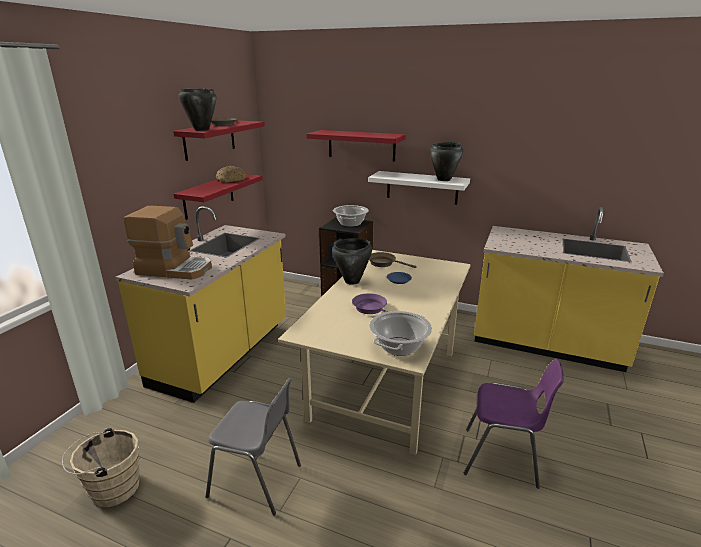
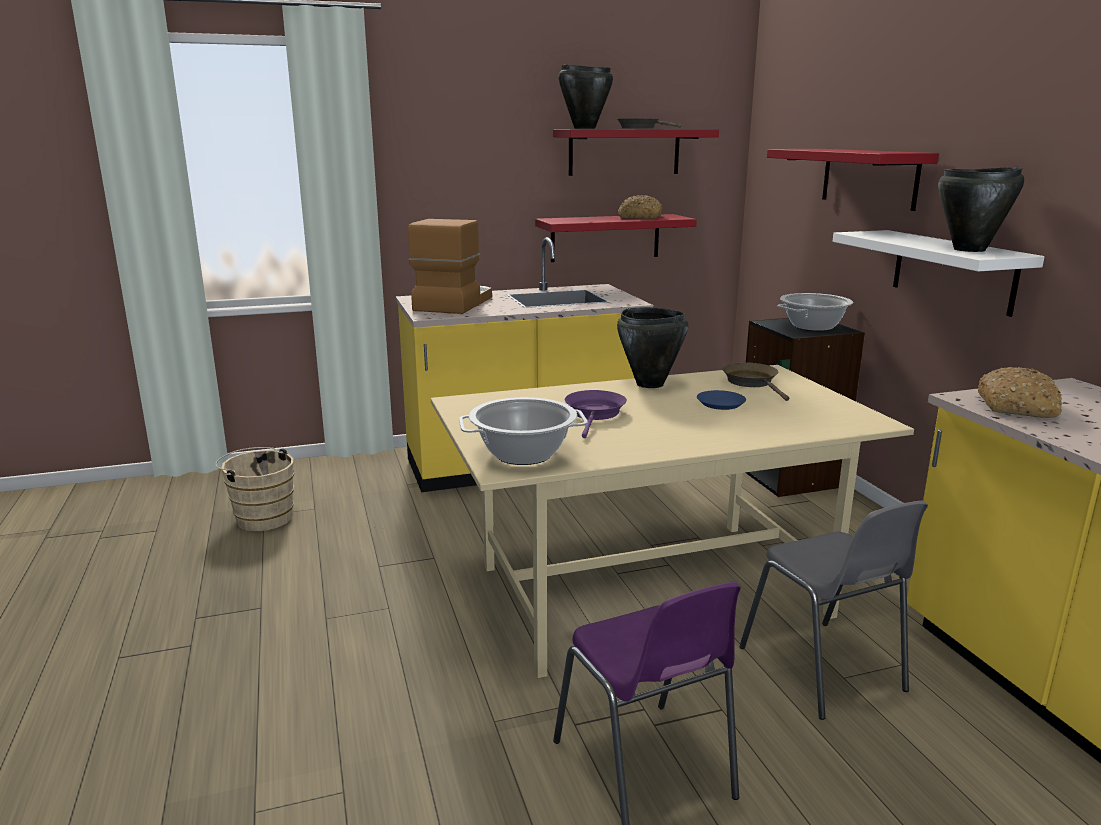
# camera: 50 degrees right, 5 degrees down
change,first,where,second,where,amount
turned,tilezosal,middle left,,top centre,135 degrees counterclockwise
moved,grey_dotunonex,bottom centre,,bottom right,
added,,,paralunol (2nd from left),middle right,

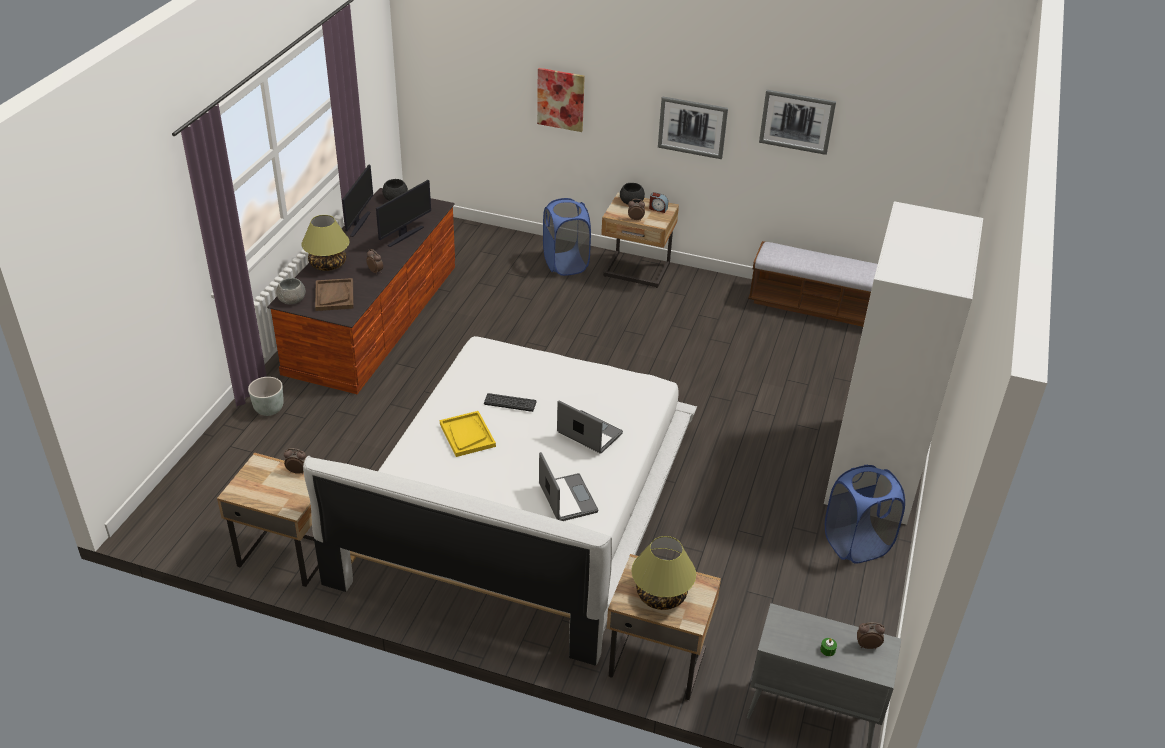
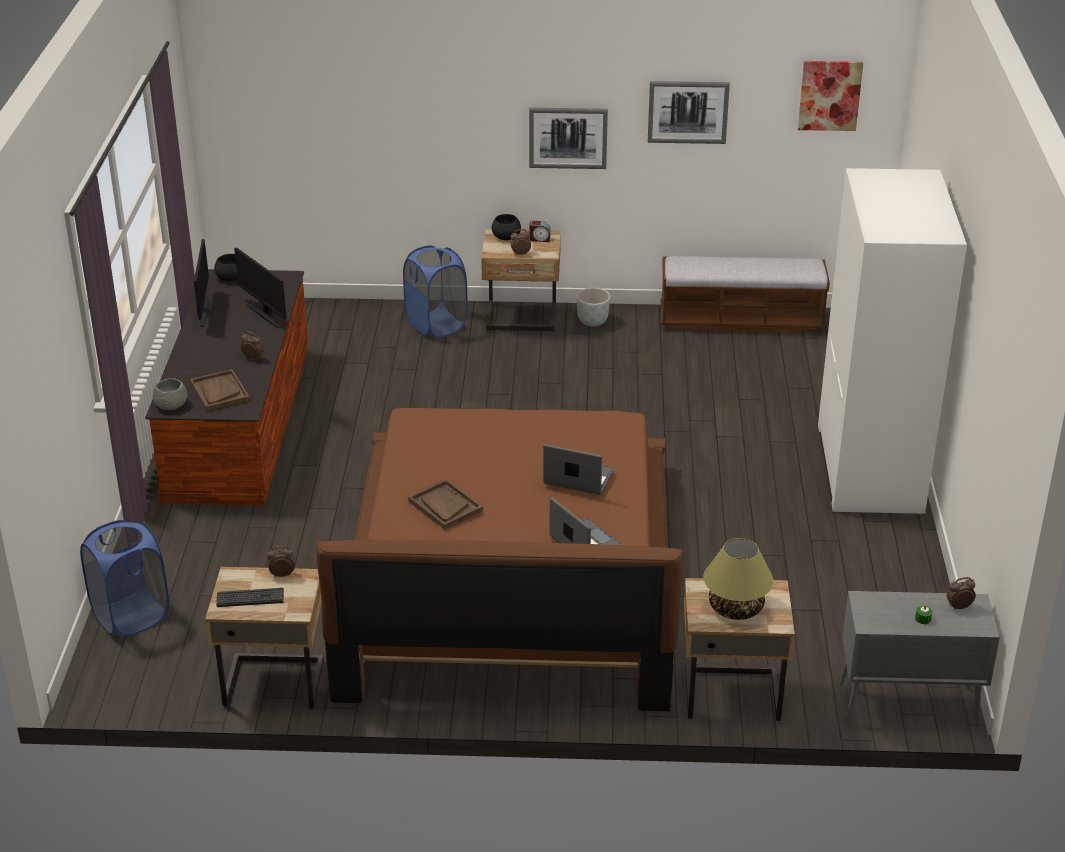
# camera: 15 degrees left, 5 degrees down
change,first,where,second,where,amount
moved,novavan (1st from left in the first image),top centre,novavan (3rd from left),top right,
turned,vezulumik (2nd from left),top centre,,middle left,120 degrees clockwise
removed,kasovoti (1st from left),top left,,,
recoloured,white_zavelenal,bottom centre,brown_zavelenal,centre,
moved,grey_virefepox,middle left,,centre,
moved,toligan,centre,,bottom left,
recoloured,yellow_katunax,centre,brown_katunax (2nd from left),centre,
moved,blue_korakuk (2nd from left in the first image),bottom right,blue_korakuk (1st from left),bottom left,

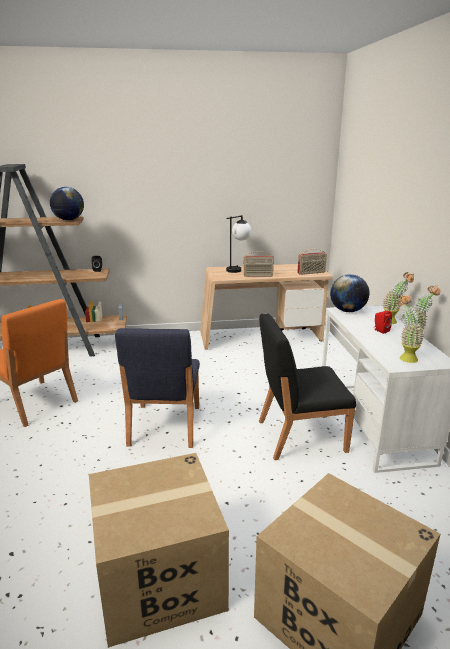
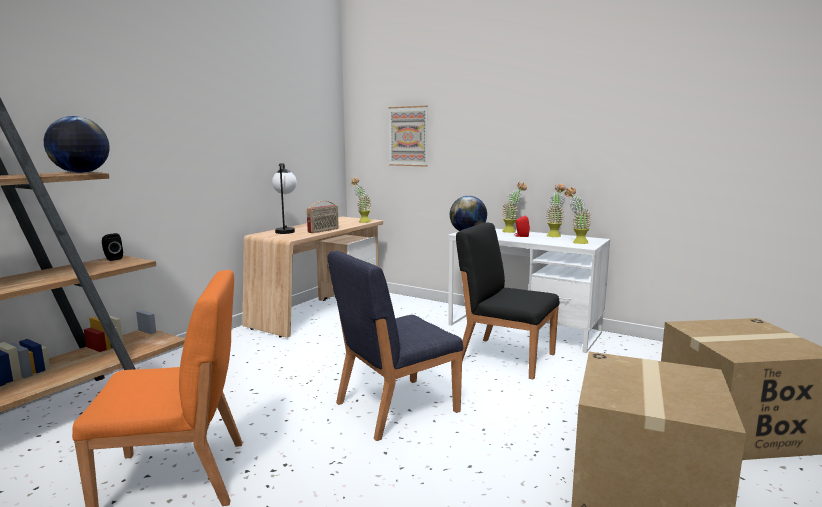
# camera: 50 degrees left, 10 degrees down
change,first,where,second,where,amount
replaced,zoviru (2nd from left),middle right,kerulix (1st from left),centre,
turned,black_dotunonex,middle right,,centre,90 degrees clockwise
turned,blue_dotunonex,centre,,bottom centre,105 degrees clockwise
added,,,novavan,top centre,

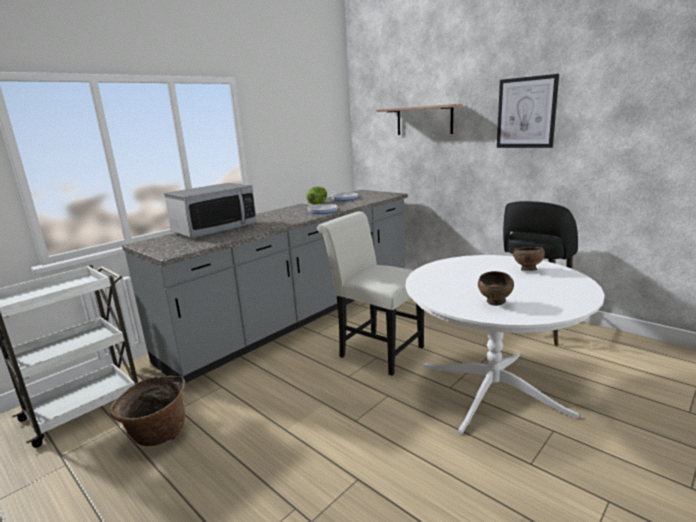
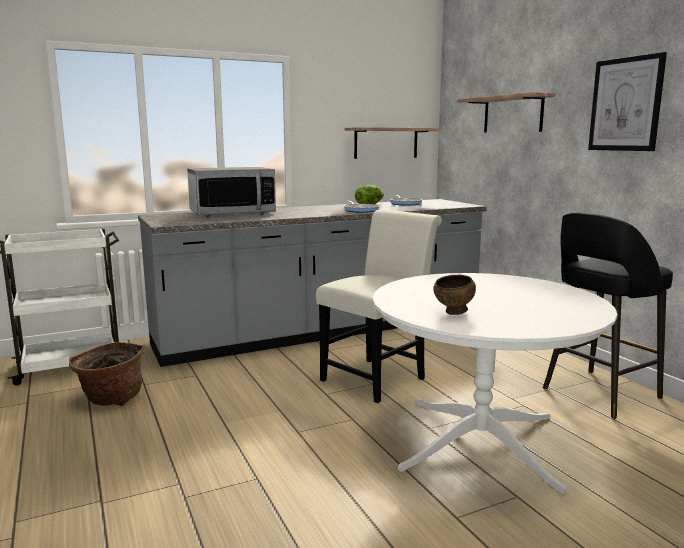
# camera: 20 degrees right, 5 degrees down
change,first,where,second,where,amount
turned,white_dotunonex,centre,,centre,75 degrees clockwise
removed,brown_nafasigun (2nd from left),middle right,,,
added,,,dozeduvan (1st from left),top centre,

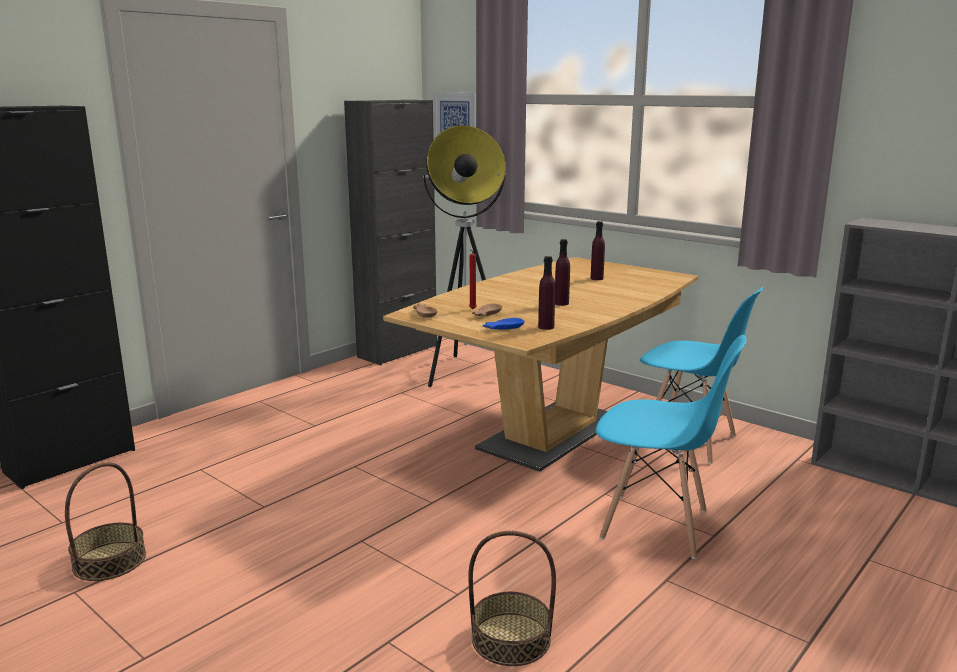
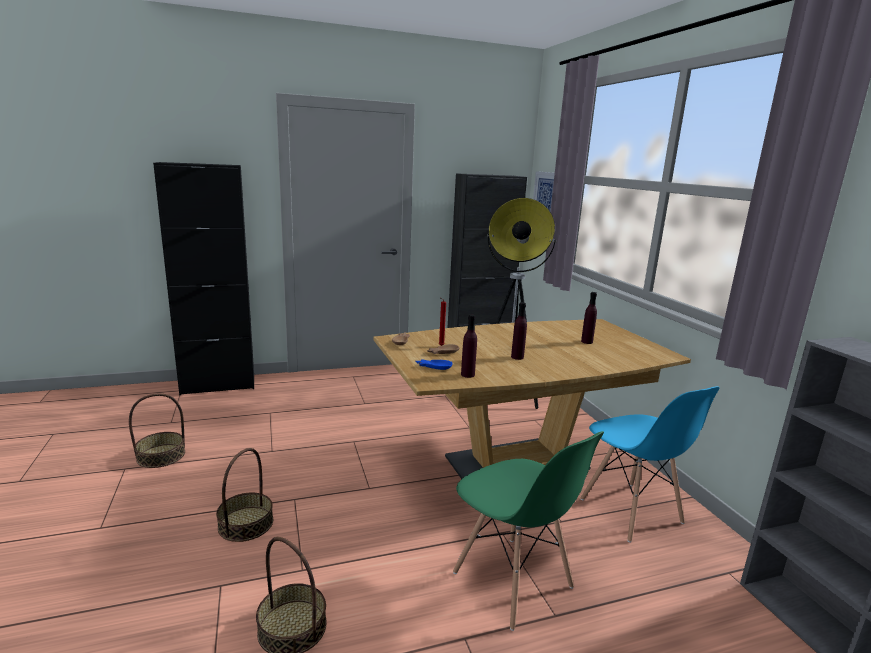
# camera: 30 degrees right, 0 degrees up
change,first,where,second,where,amount
recoloured,blue_dotunonex (1st from left),middle right,green_dotunonex,bottom centre,
added,,,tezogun (2nd from left),bottom left,

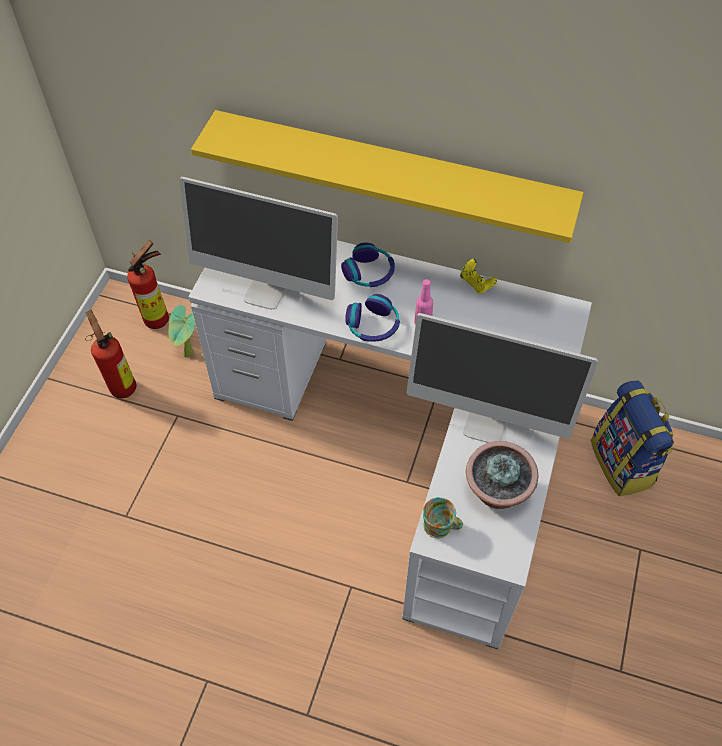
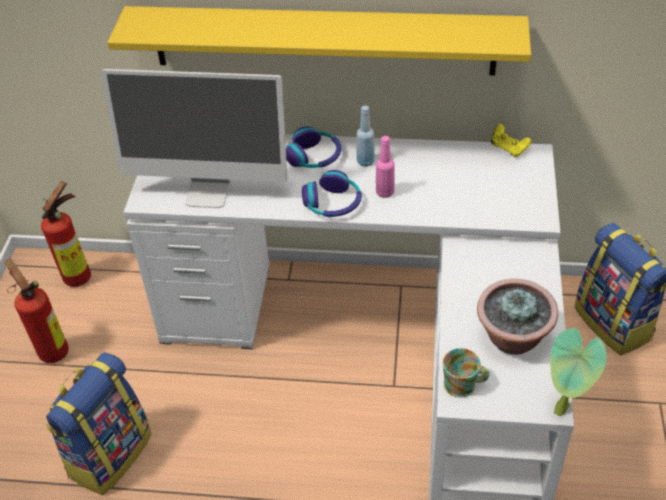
# camera: 10 degrees left, 10 degrees down
change,first,where,second,where,amount
moved,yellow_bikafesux,centre,,top right,
moved,kerulix (1st from left in the first image),middle left,kerulix (2nd from left),bottom right,
removed,vezulumik (2nd from left),middle right,,,
added,,,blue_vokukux,top centre,
added,,,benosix (1st from left),bottom left,

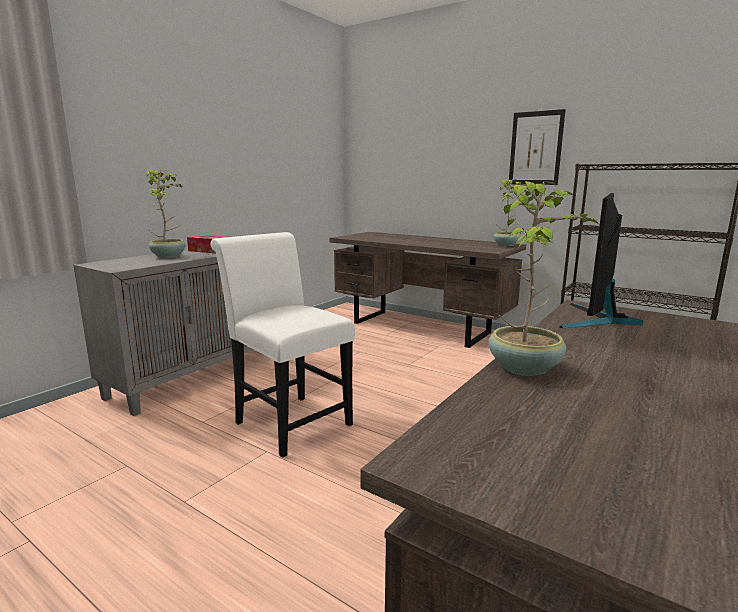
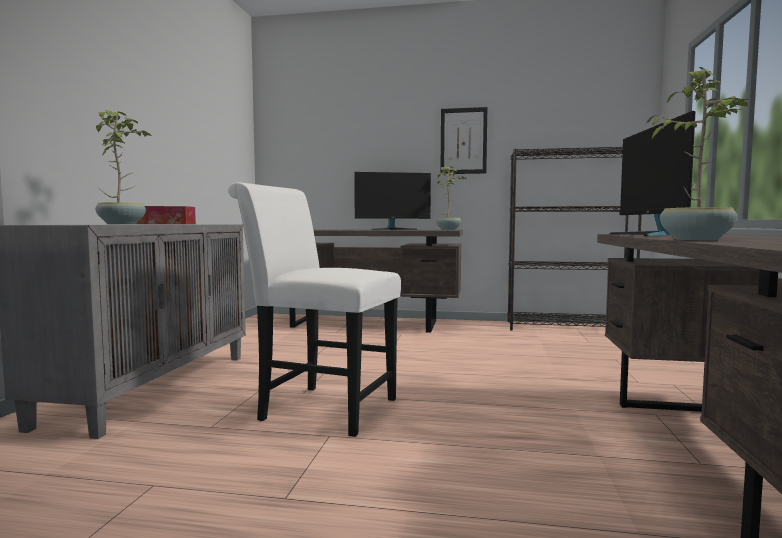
# camera: 25 degrees left, 10 degrees down
change,first,where,second,where,amount
added,,,vezulumik (1st from left),centre,

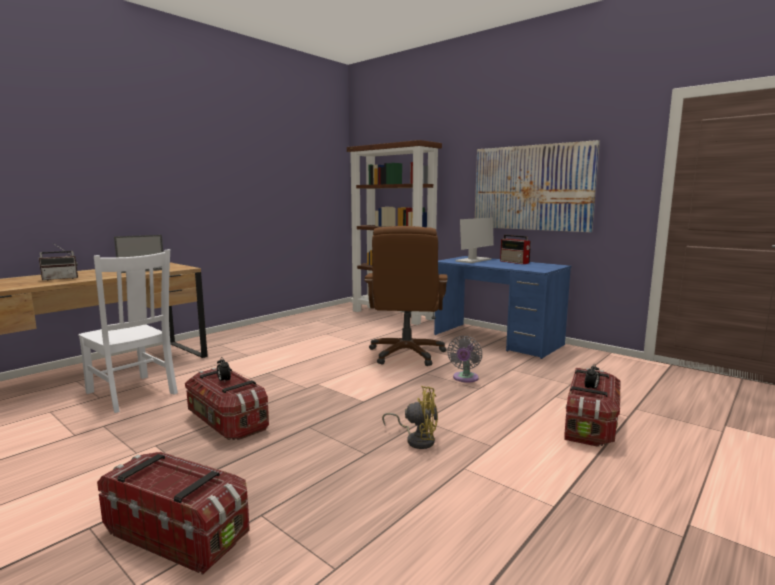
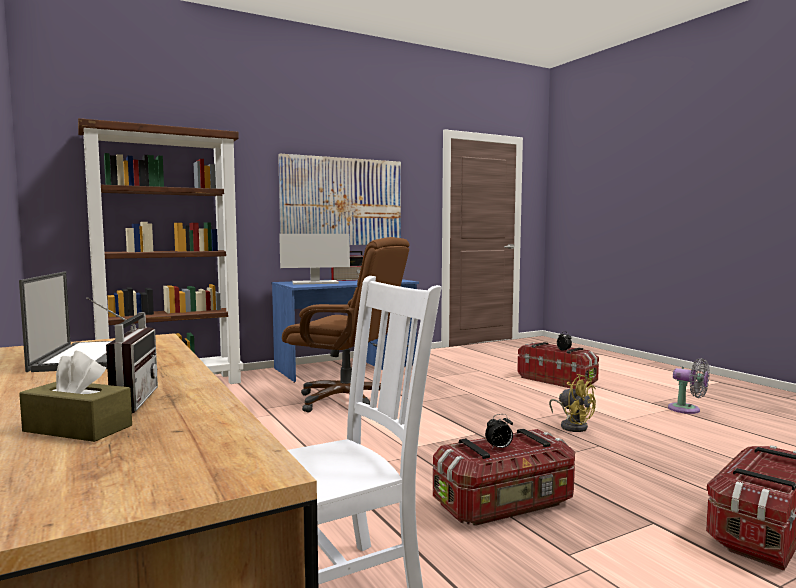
# camera: 70 degrees left, 5 degrees down
change,first,where,second,where,amount
turned,vezulumik,centre,,centre,105 degrees clockwise
moved,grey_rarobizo,centre,,middle right,
turned,yellow_rarobizo,bottom centre,,bottom right,105 degrees clockwise
added,,,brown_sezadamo,bottom left,

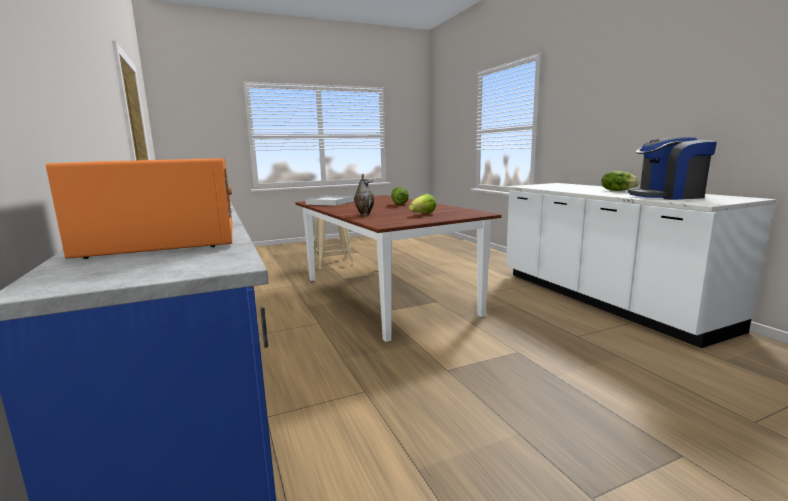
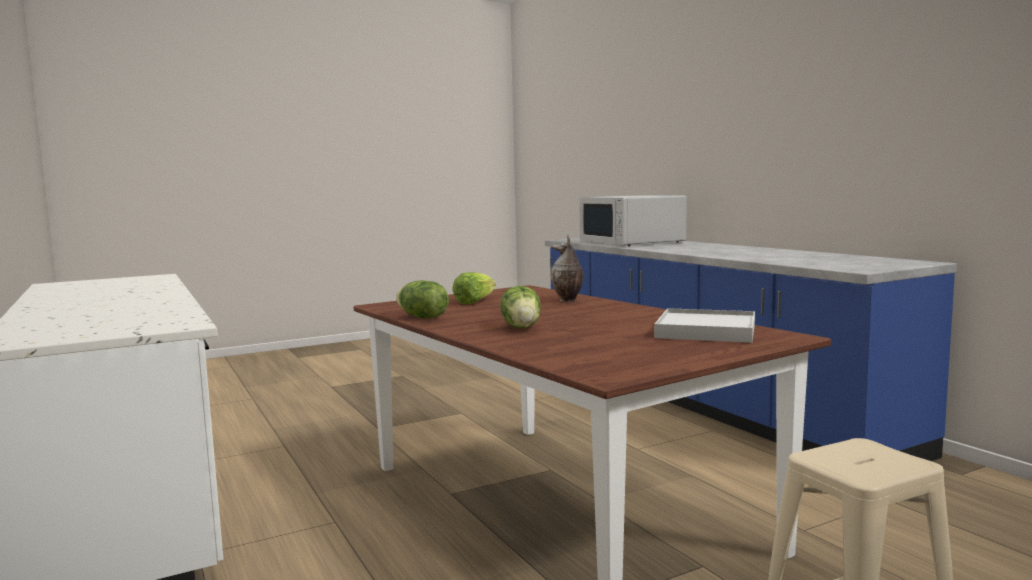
# camera: 175 degrees right, 5 degrees down
change,first,where,second,where,amount
removed,tilezosal,middle right,,,
recoloured,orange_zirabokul,middle left,white_zirabokul,centre,
moved,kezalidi (3rd from left in the first image),middle right,kezalidi (1st from left),centre,

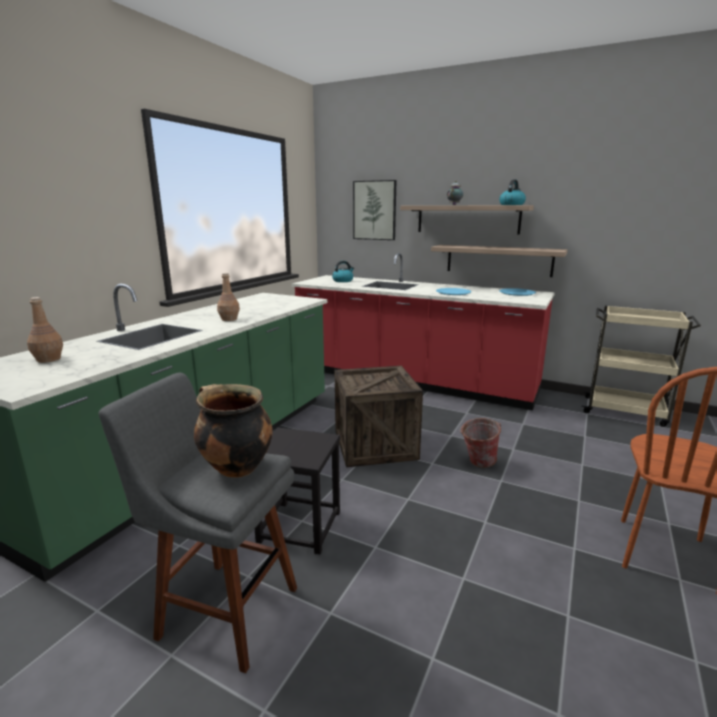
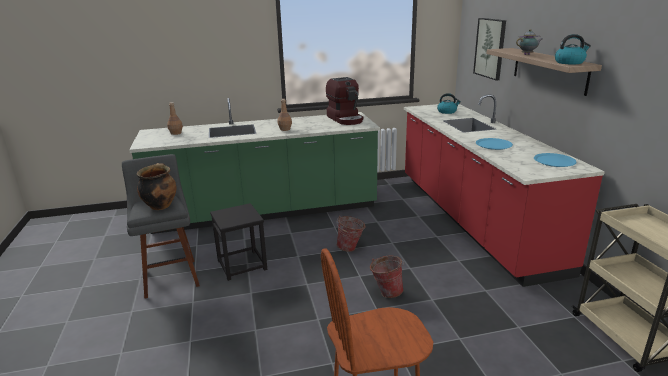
# camera: 50 degrees right, 5 degrees up
change,first,where,second,where,amount
removed,dozeduvan (2nd from left),middle right,,,
replaced,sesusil,centre,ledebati (1st from left),centre,
added,,,tilezosal,top centre,

